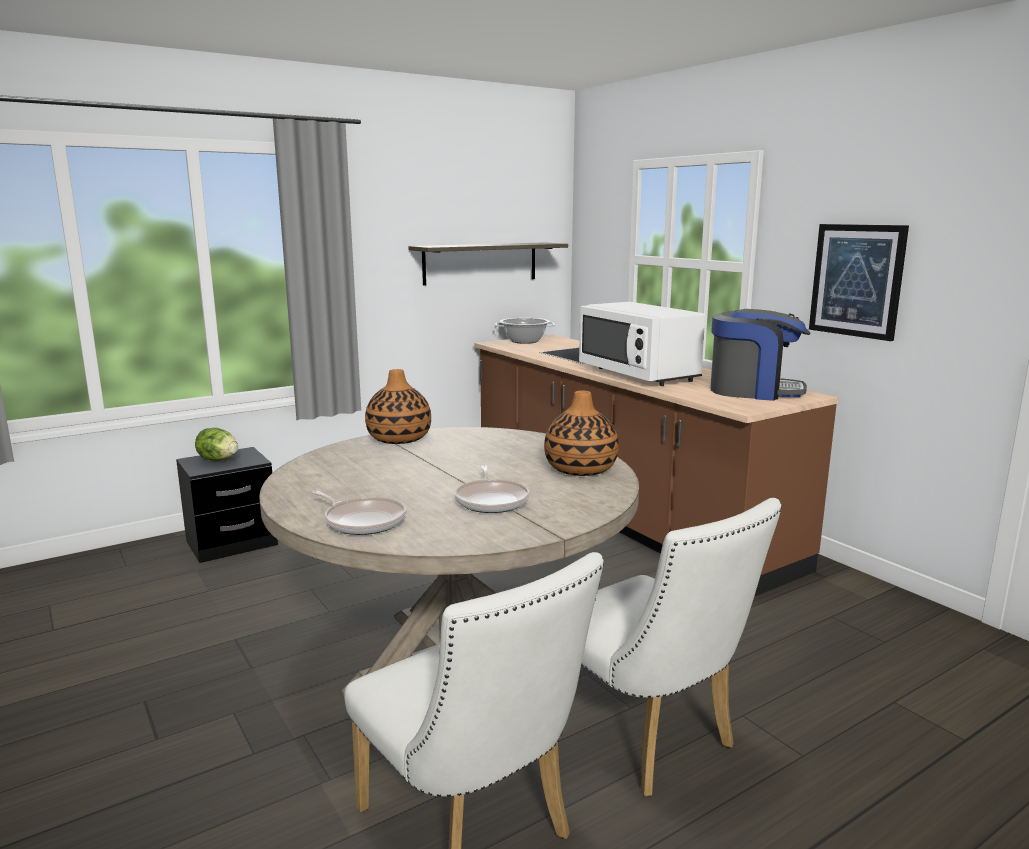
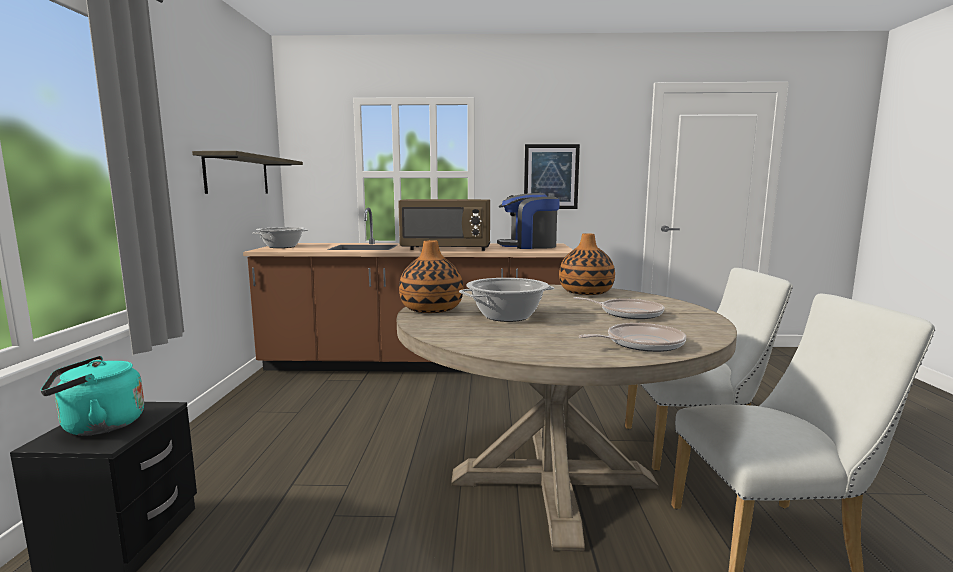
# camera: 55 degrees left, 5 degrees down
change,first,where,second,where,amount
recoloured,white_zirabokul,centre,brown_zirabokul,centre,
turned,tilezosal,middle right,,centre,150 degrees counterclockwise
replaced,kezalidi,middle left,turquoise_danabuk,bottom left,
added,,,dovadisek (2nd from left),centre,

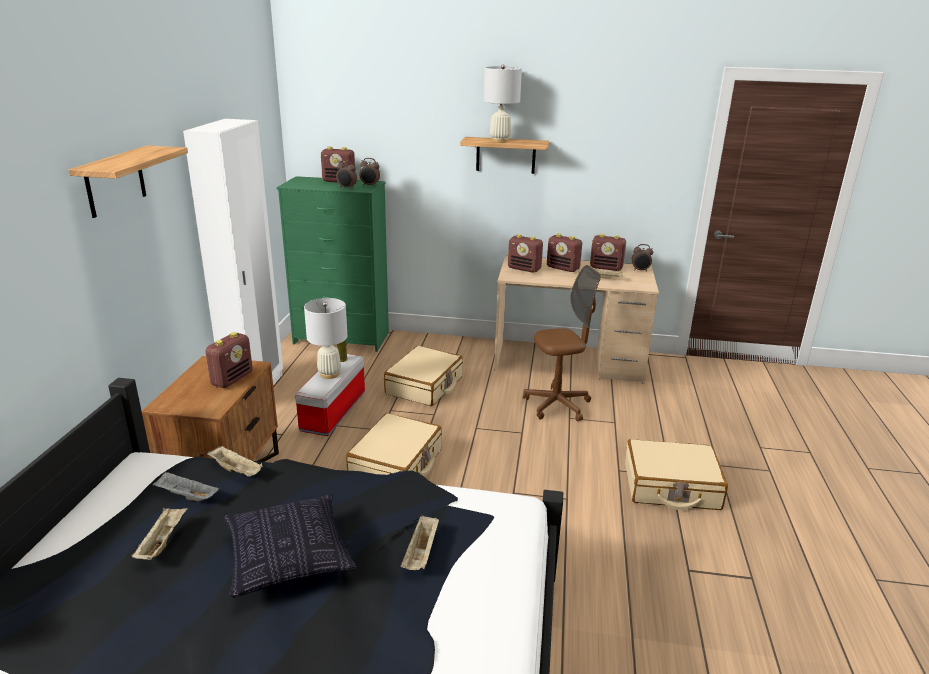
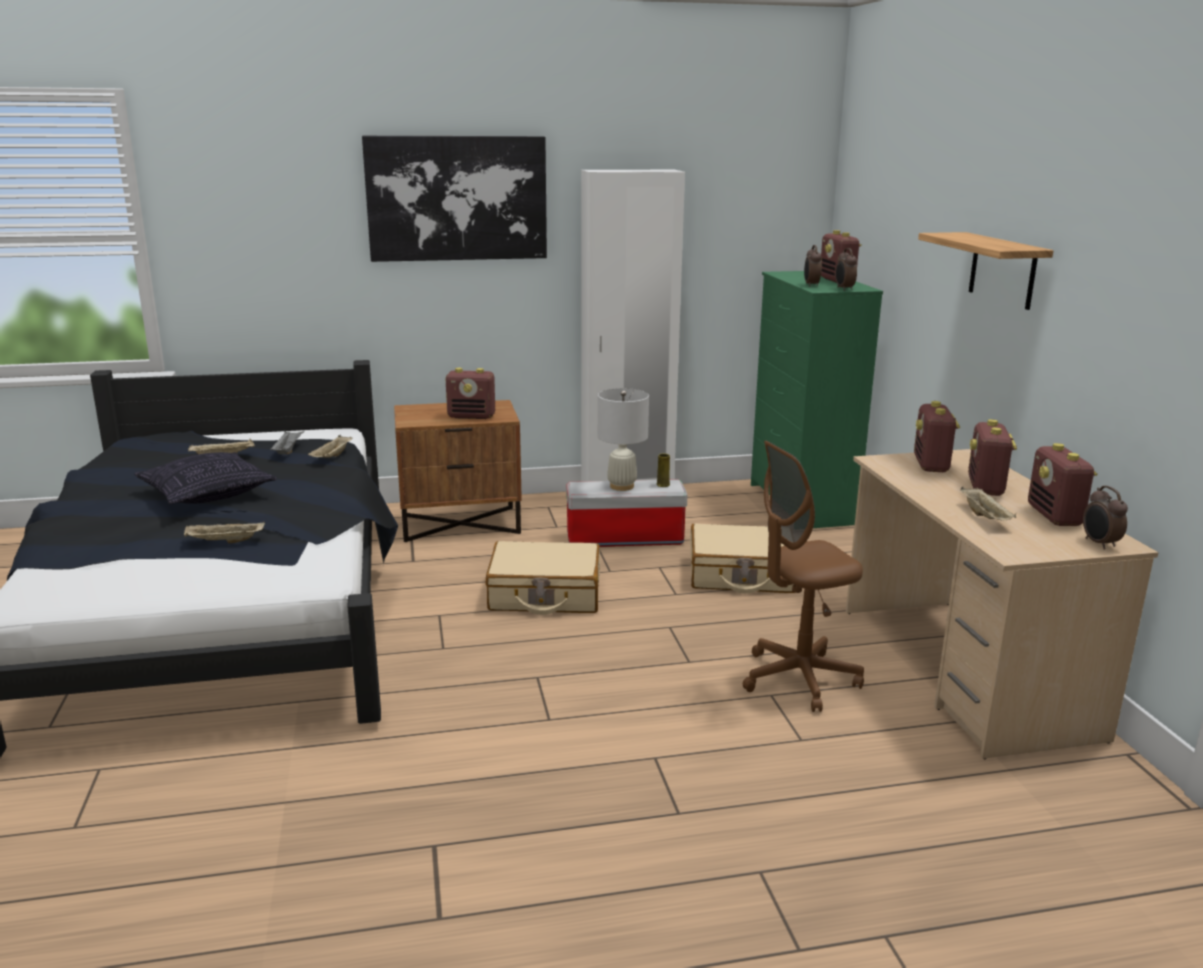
# camera: 70 degrees right, 5 degrees down
change,first,where,second,where,amount
removed,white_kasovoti (2nd from left),top centre,,,
replaced,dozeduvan (1st from left),top left,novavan,top centre,
turned,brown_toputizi,centre,,middle right,105 degrees clockwise
removed,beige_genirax (3rd from left),bottom right,,,

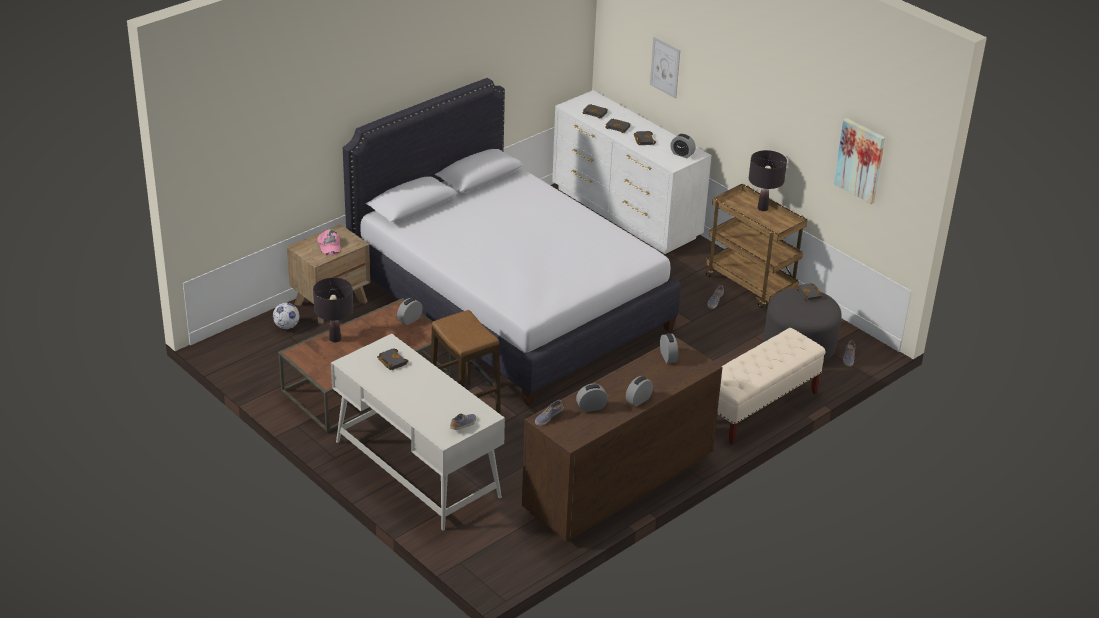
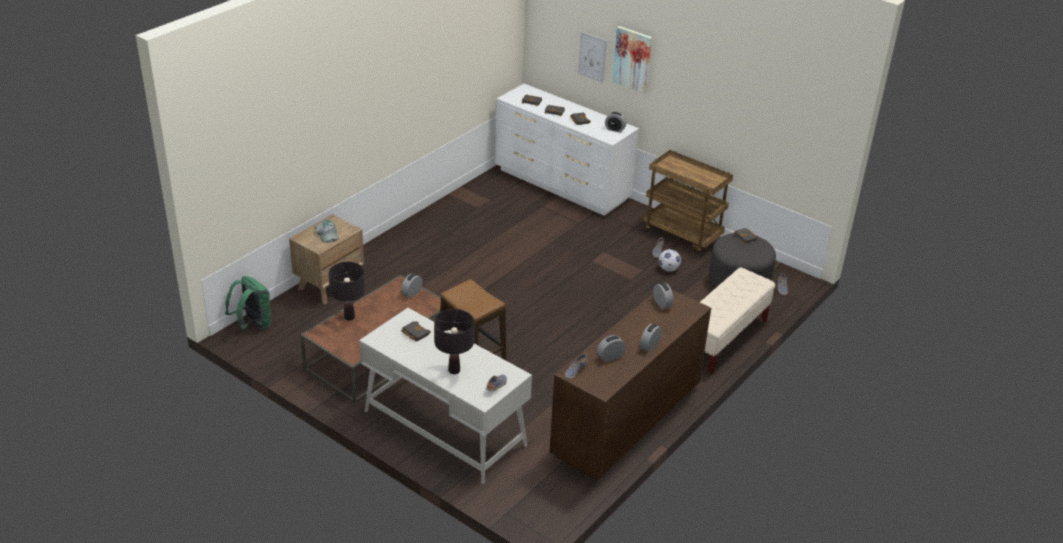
# camera: 10 degrees left, 0 degrees up
change,first,where,second,where,amount
removed,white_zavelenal,centre,,,
moved,novavan (2nd from left),top right,,top centre,
moved,black_kasovoti (2nd from left),top right,,centre,
recoloured,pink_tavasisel,middle left,grey_tavasisel,middle left,
moved,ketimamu,middle left,,centre,
added,,,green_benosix,middle left,

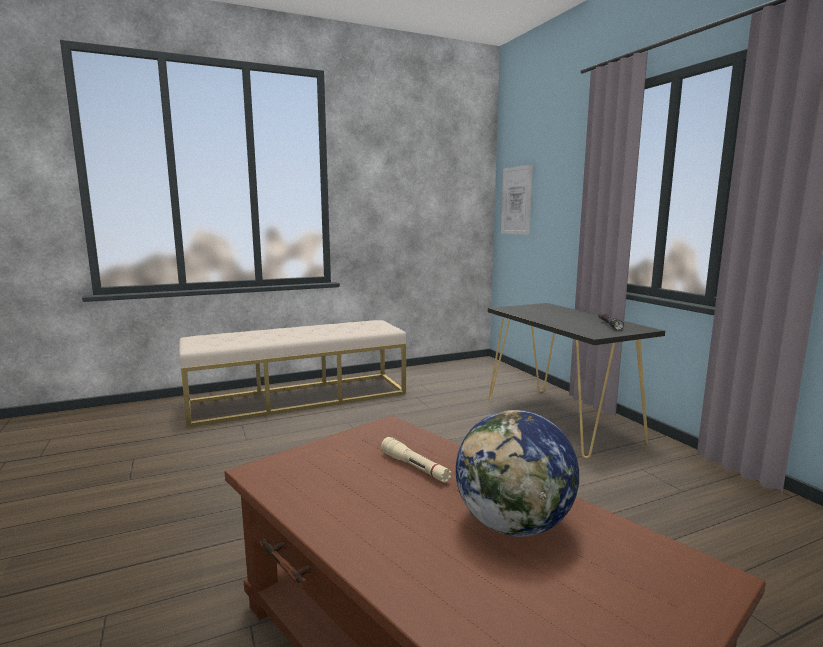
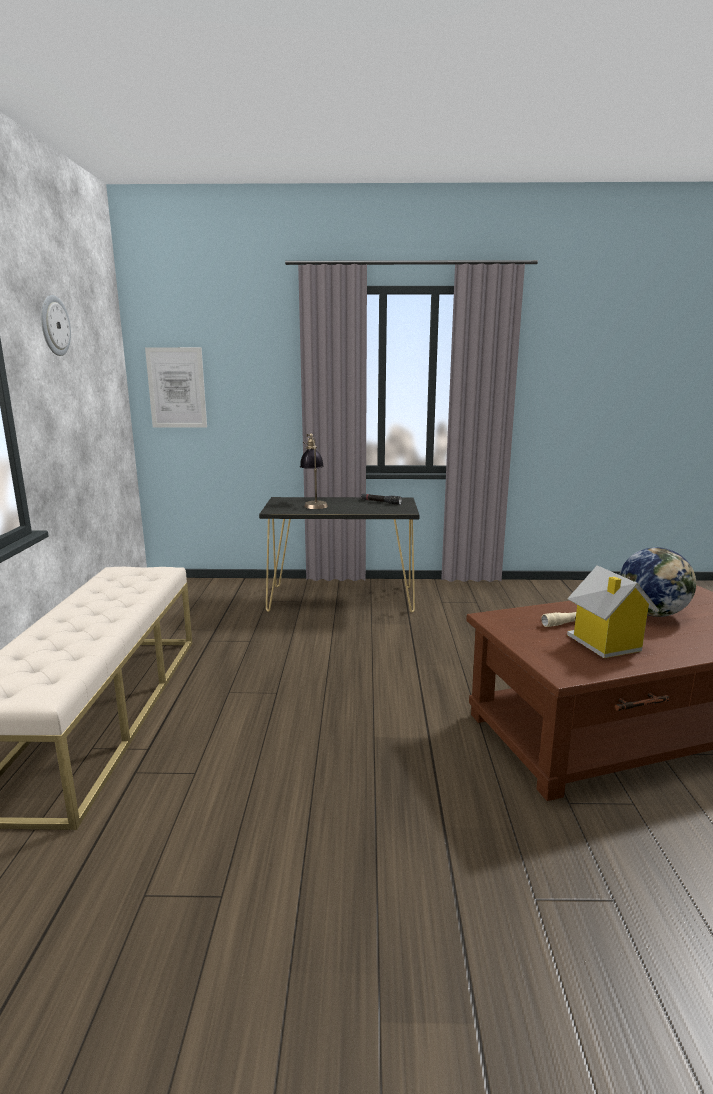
# camera: 65 degrees left, 5 degrees up
change,first,where,second,where,amount
added,,,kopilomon,top left,
added,,,kasovoti,centre,
added,,,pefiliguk,middle right,

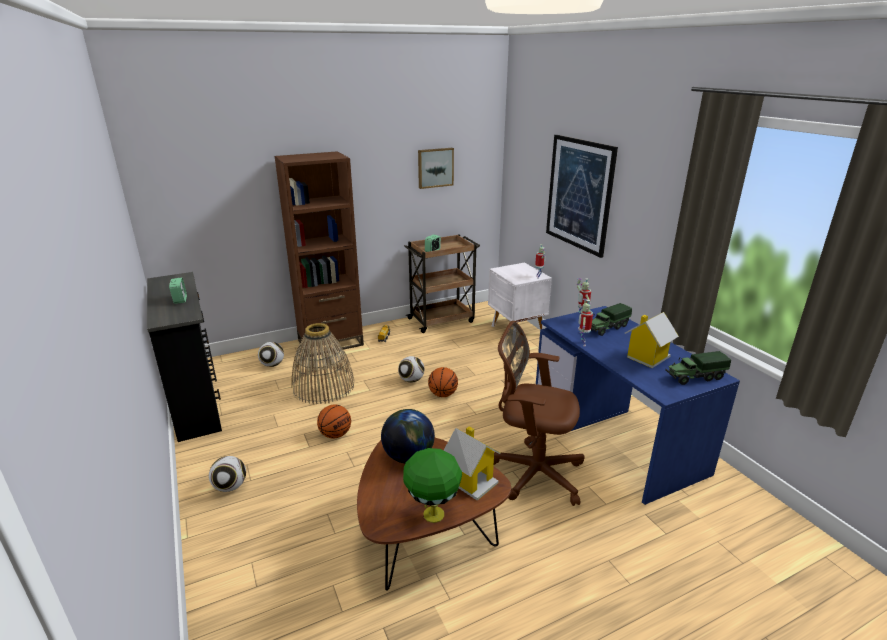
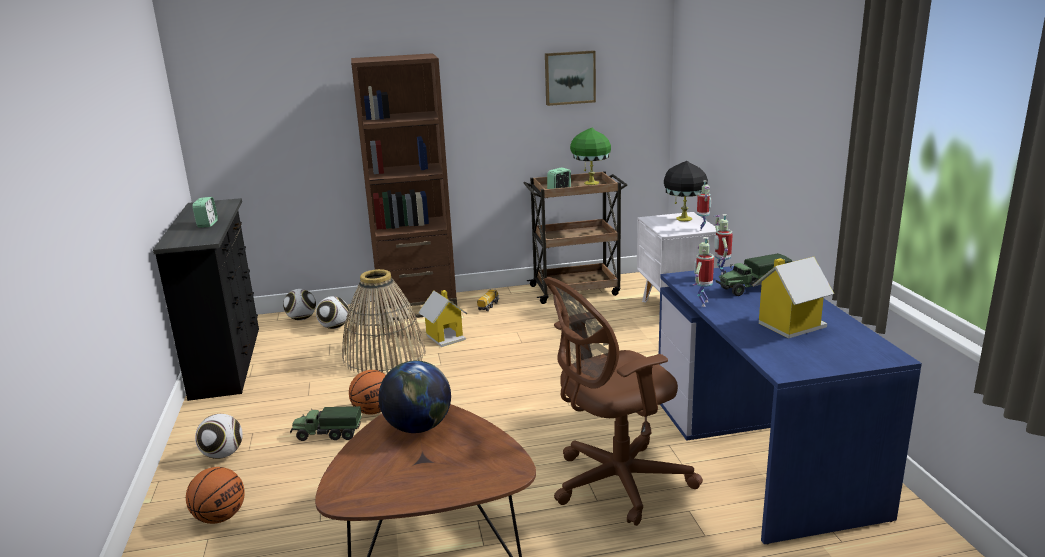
# camera: 15 degrees right, 5 degrees down
change,first,where,second,where,amount
removed,novavan (2nd from left),top centre,,,
turned,brown_toputizi,centre,,bottom centre,60 degrees counterclockwise
moved,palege (3rd from left in the first image),middle right,palege (1st from left),bottom left,
moved,ketimamu (3rd from left in the first image),centre,ketimamu (2nd from left),middle left,
moved,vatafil (2nd from left in the first image),centre,vatafil (1st from left),bottom left,
moved,pefiliguk (1st from left),bottom centre,,centre,
moved,green_kasovoti,bottom centre,,top centre,
added,,,black_kasovoti,centre,

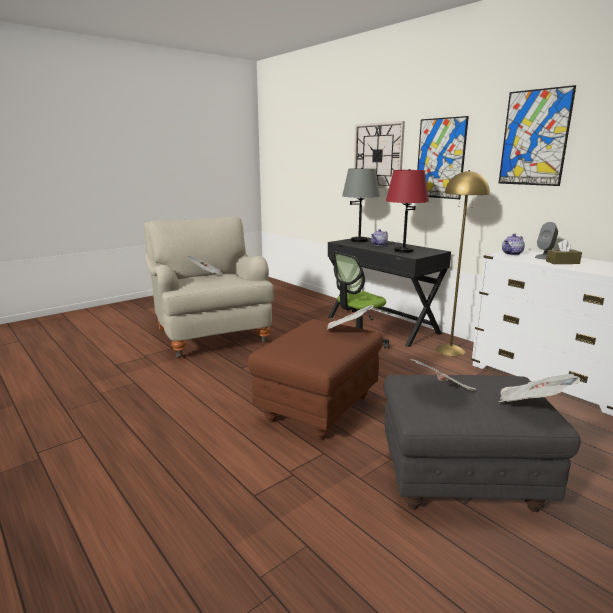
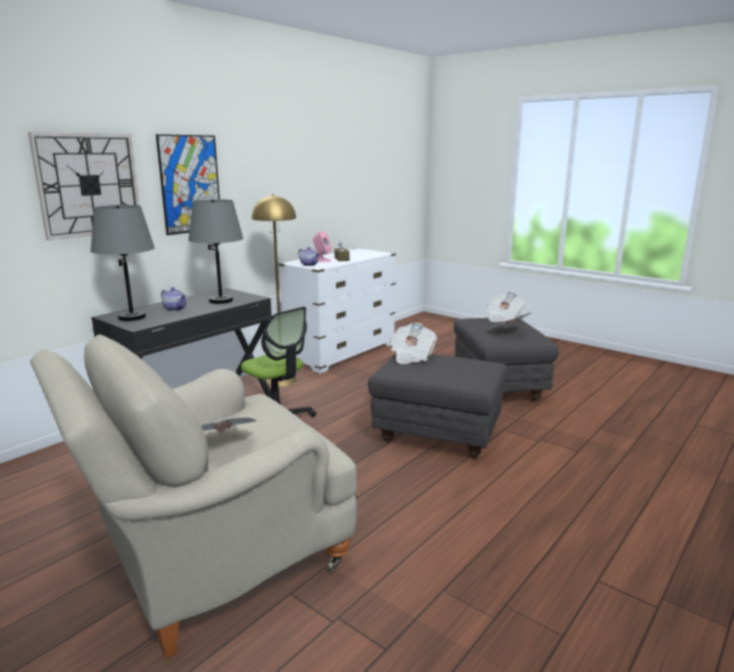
# camera: 100 degrees left, 0 degrees up
change,first,where,second,where,amount
removed,novavan (2nd from left),top right,,,
recoloured,red_kasovoti,centre,grey_kasovoti (2nd from left),middle left,
recoloured,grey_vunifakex,middle right,pink_vunifakex,centre,
recoloured,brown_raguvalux,centre,grey_raguvalux (1st from left),centre,

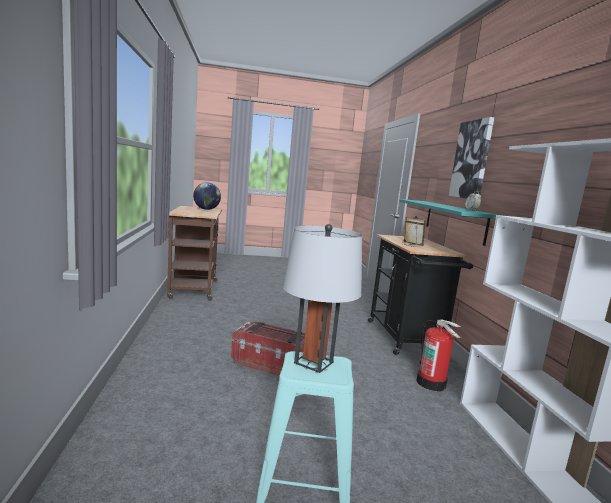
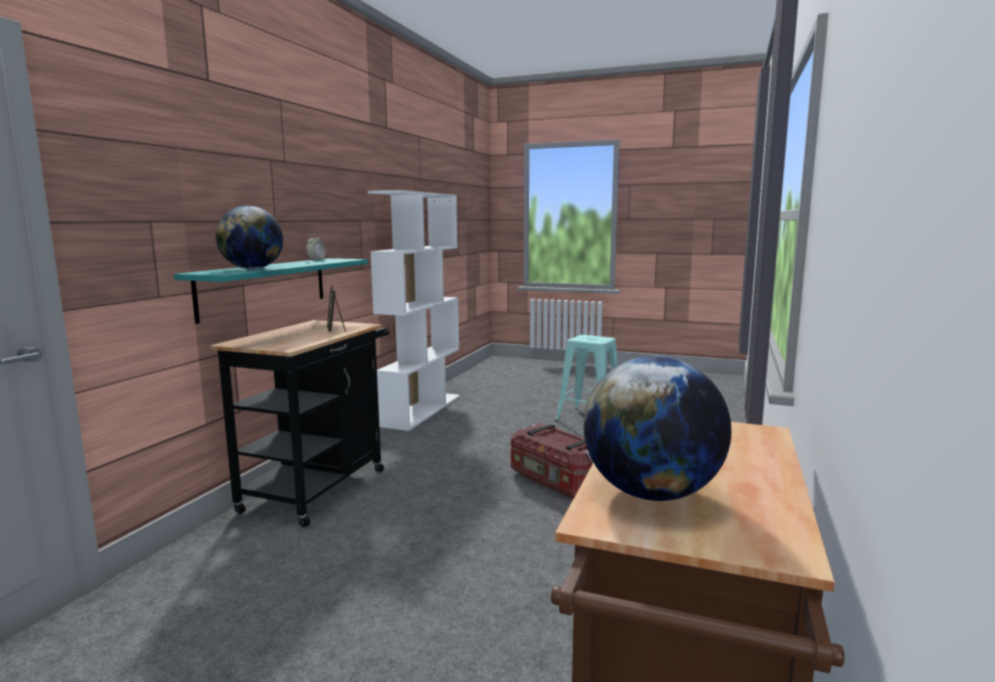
# camera: 150 degrees left, 0 degrees up
change,first,where,second,where,amount
removed,novavan,top right,,,
removed,grey_kasovoti,centre,,,
removed,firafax,bottom right,,,
added,,,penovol (1st from left),middle left,

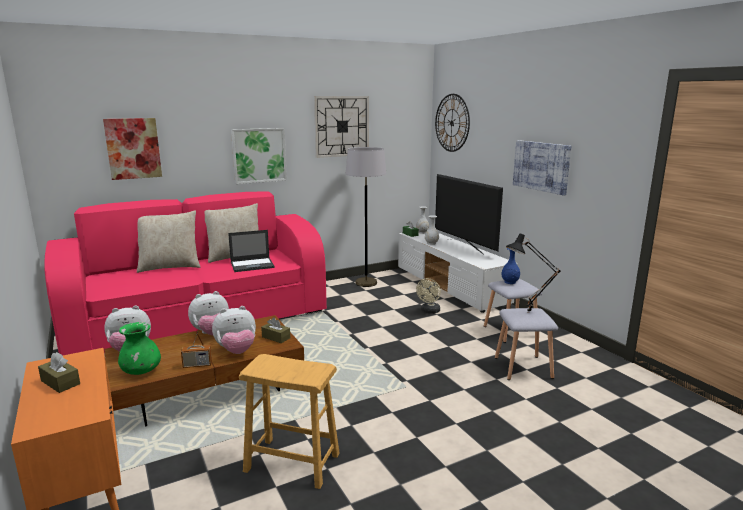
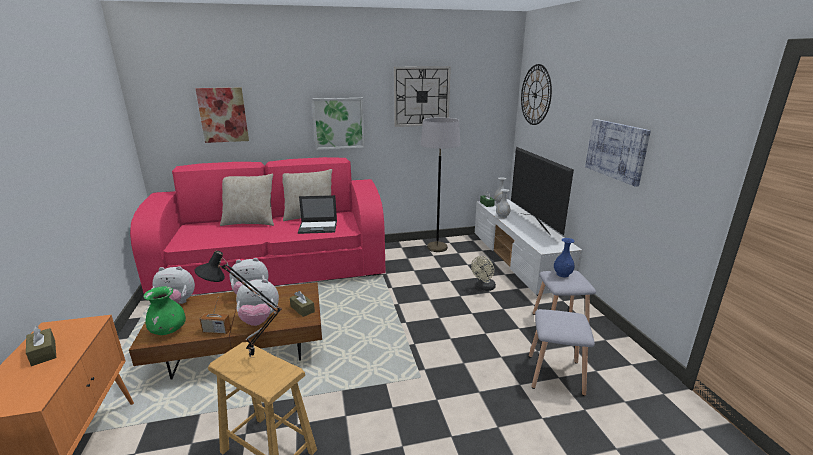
# camera: 15 degrees right, 5 degrees up
change,first,where,second,where,amount
moved,black_kasovoti,middle right,,bottom left,

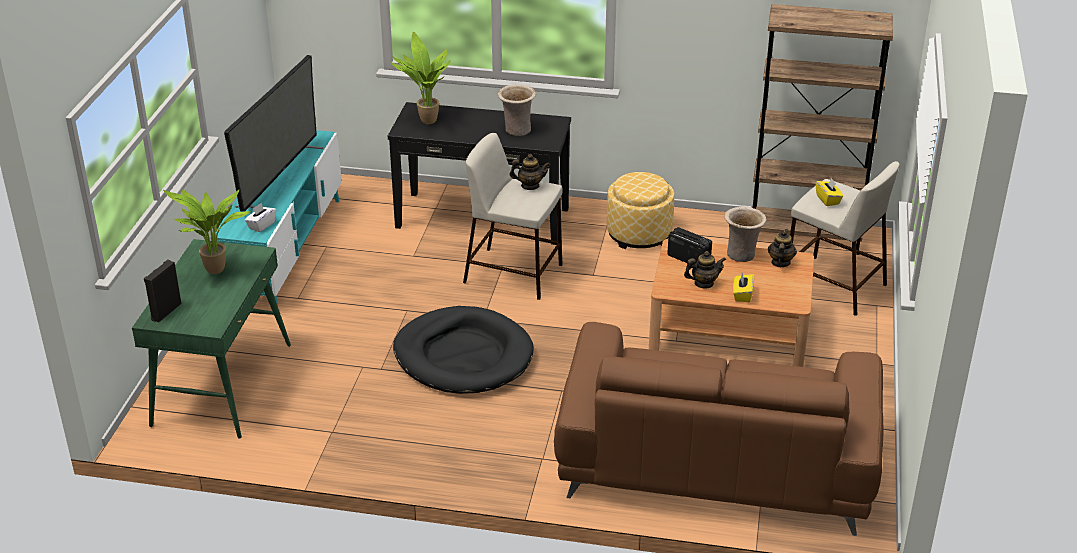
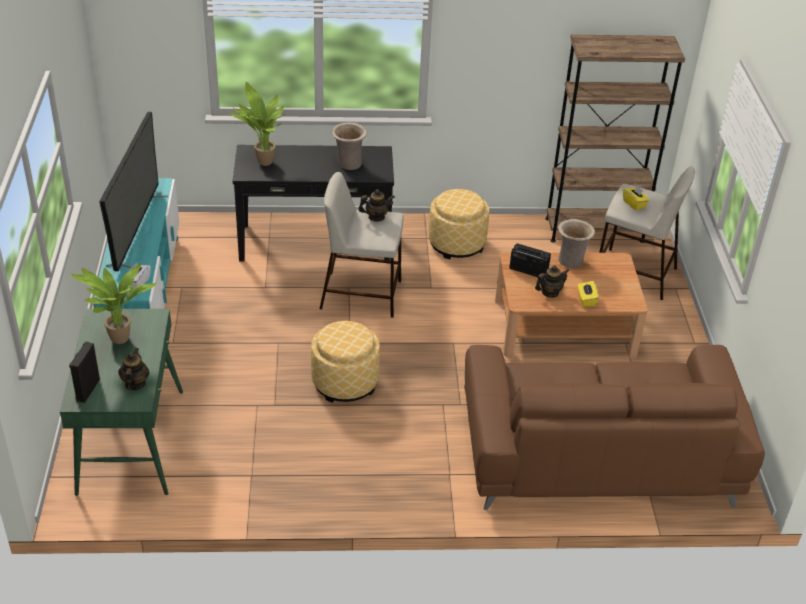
# camera: 15 degrees left, 5 degrees up
change,first,where,second,where,amount
moved,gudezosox (3rd from left in the first image),middle right,gudezosox (1st from left),middle left,
replaced,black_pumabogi,centre,raguvalux (1st from left),centre,

